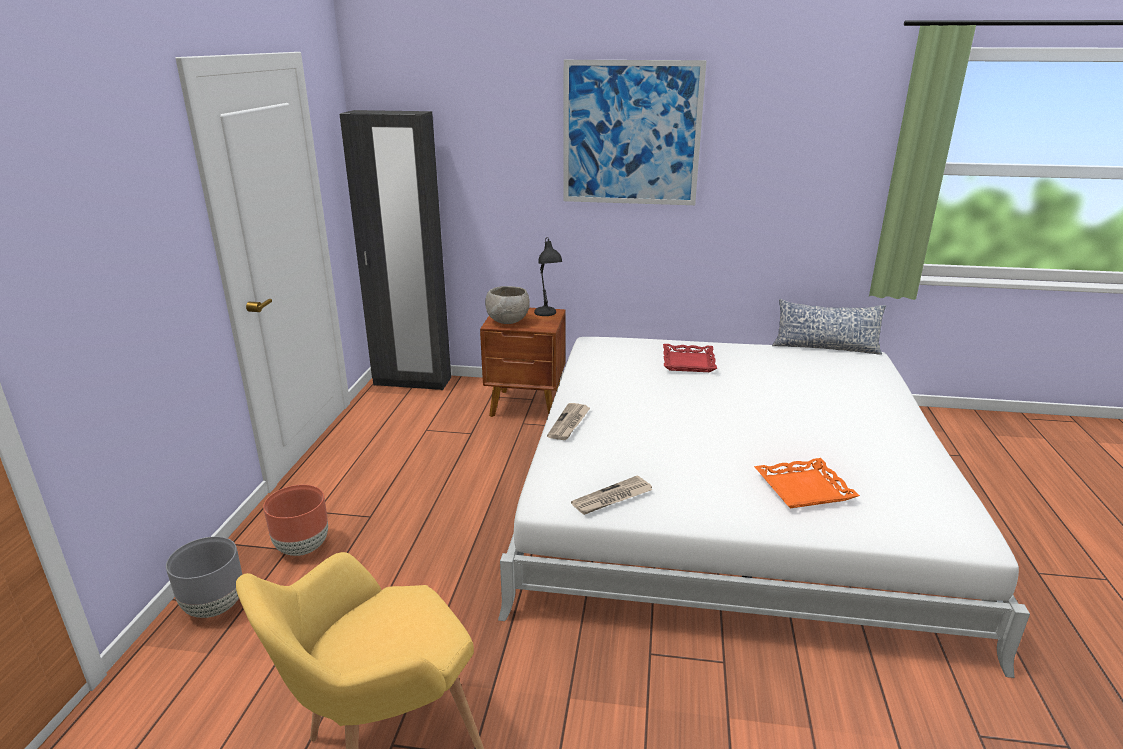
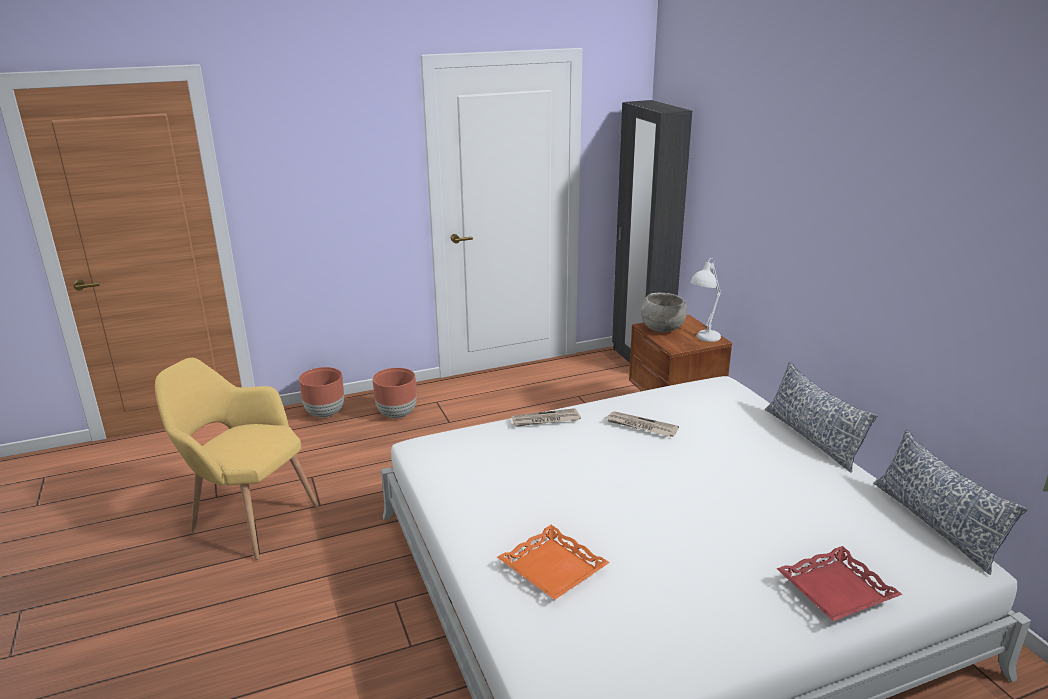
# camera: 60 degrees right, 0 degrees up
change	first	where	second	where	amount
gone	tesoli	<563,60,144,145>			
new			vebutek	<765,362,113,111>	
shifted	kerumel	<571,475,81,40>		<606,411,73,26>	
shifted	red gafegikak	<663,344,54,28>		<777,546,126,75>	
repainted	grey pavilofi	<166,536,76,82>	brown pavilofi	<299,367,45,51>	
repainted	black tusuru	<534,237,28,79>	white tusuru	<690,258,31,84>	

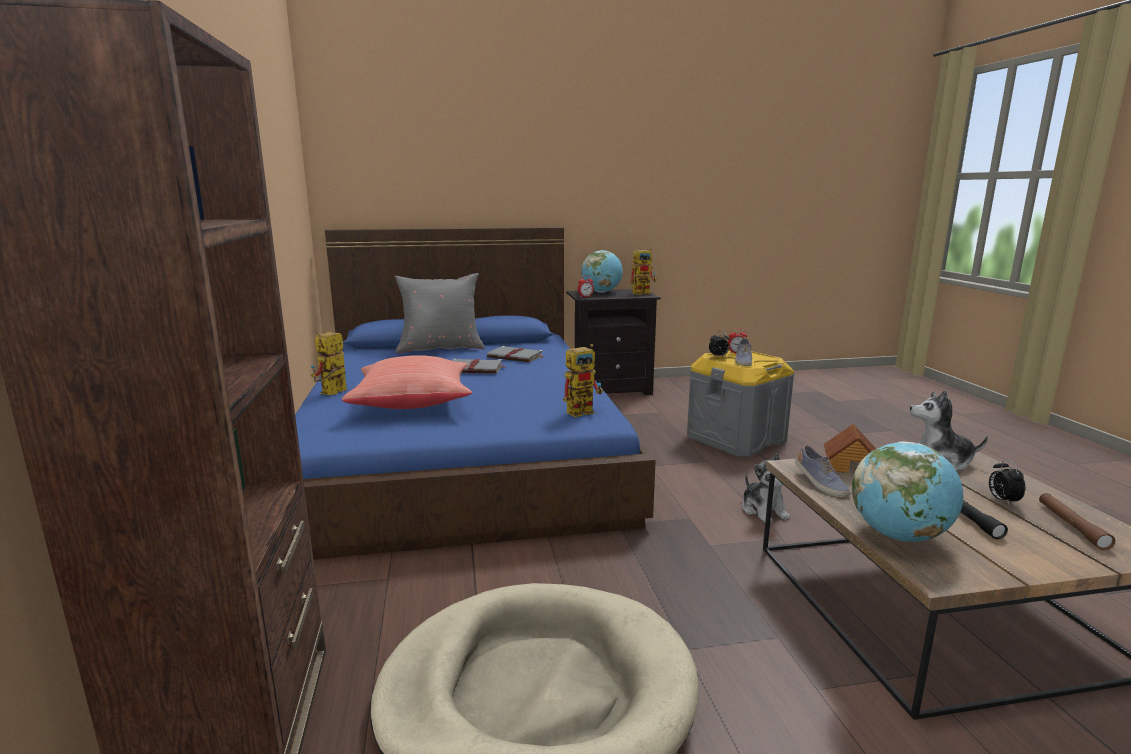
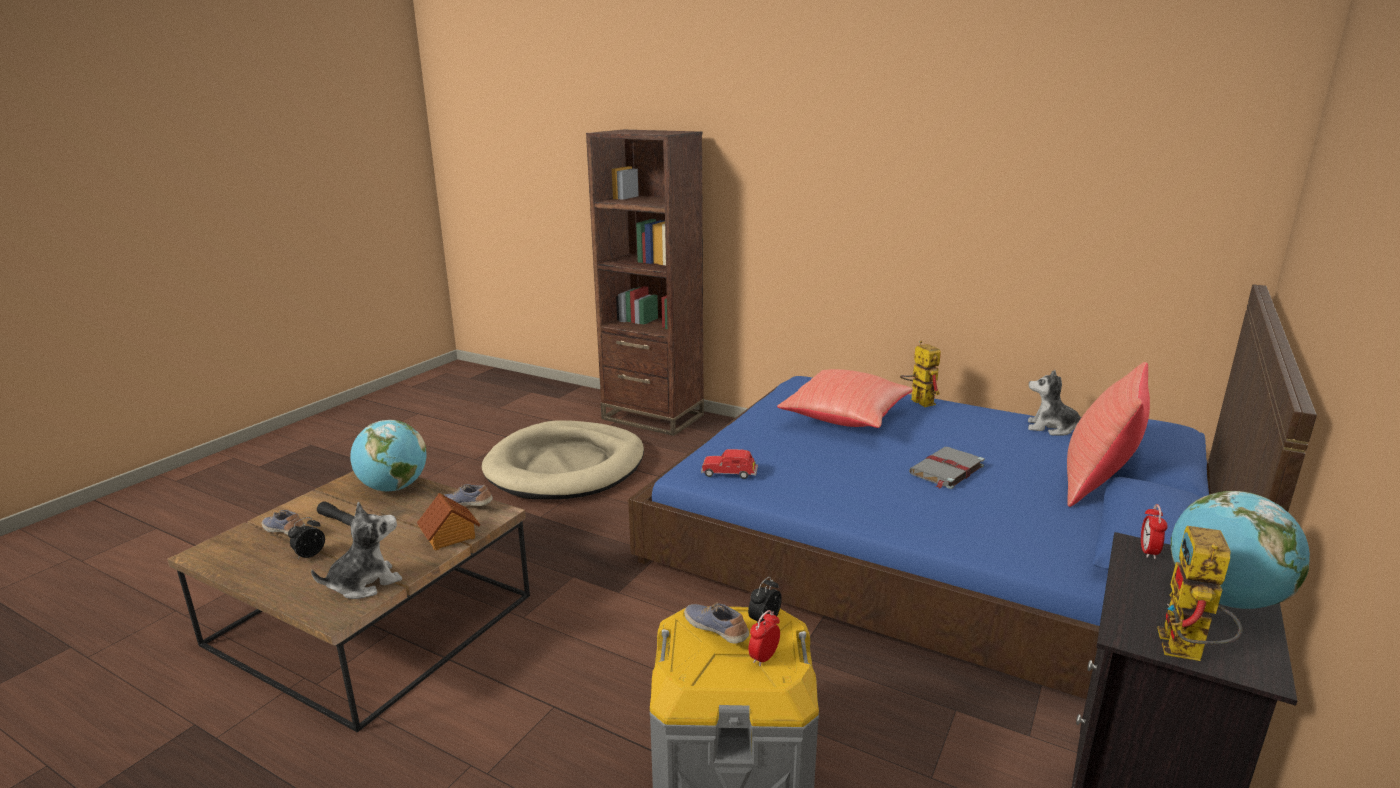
# camera: 130 degrees right, 5 degrees up
change	first	where	second	where	amount
gone	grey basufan	<487,346,57,16>			
gone	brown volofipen	<1039,493,76,57>			
new			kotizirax	<261,510,44,25>	
shifted	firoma	<742,453,48,70>		<1028,370,54,66>	
swapped	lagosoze	<563,344,40,73>	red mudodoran	<701,449,57,30>	
repainted	grey vebutek	<395,273,90,80>	red vebutek	<1067,362,83,145>	
rotated	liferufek	<989,459,36,47>		<288,517,37,42>	90 degrees counterclockwise

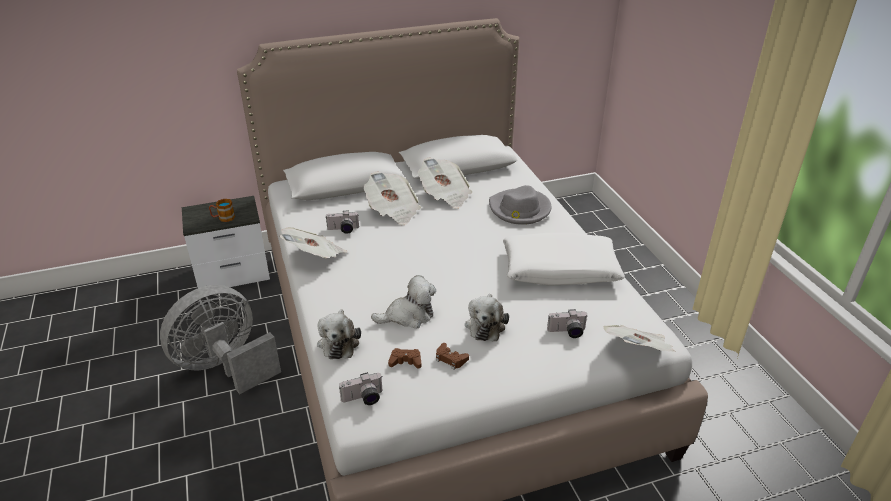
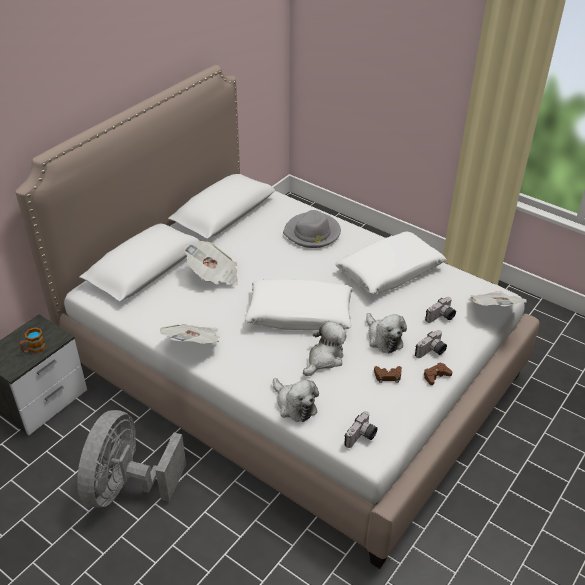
# camera: 35 degrees left, 5 degrees up
change	first	where	second	where	amount
gone	kerumel	<418,157,54,52>			
new			white vebutek	<245,279,108,51>	
shifted	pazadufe	<325,210,34,24>		<415,330,32,28>	
shifted	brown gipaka	<388,348,34,20>		<424,363,28,22>	

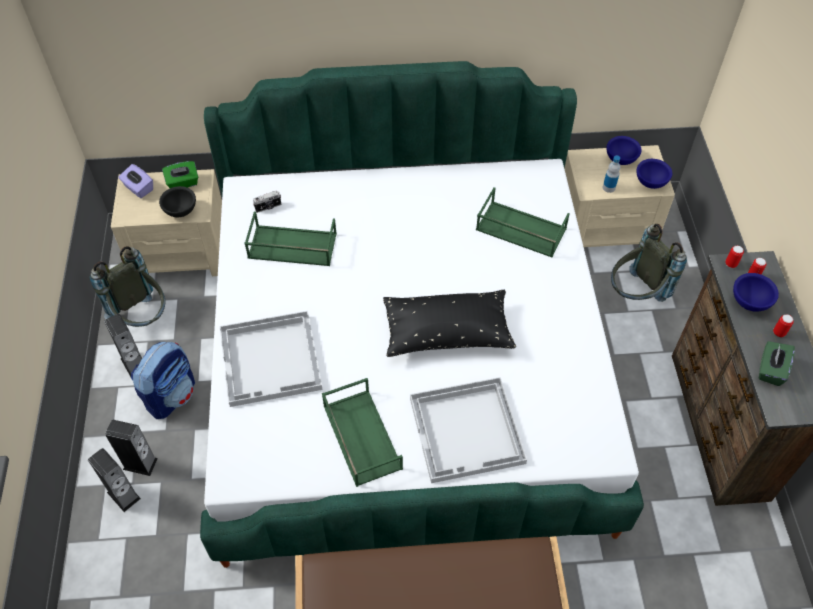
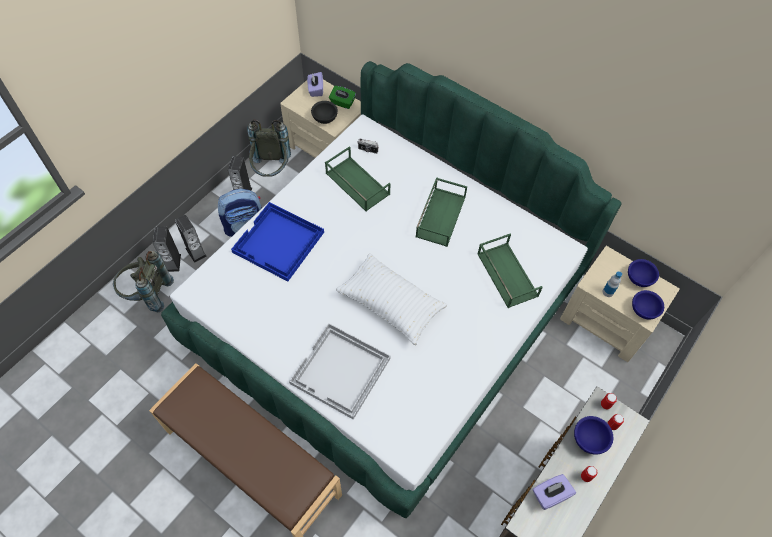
# camera: 40 degrees right, 5 degrees up
change	first	where	second	where	amount
shifted	green gafegikak	<322,378,81,109>		<416,177,51,70>	
shifted	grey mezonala	<611,224,76,78>		<113,251,61,61>	
repainted	white gafegikak	<220,311,103,96>	blue gafegikak	<231,202,93,79>	
repainted	black vebutek	<383,290,133,67>	white vebutek	<336,253,111,92>	
repainted	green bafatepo	<759,341,36,45>	purple bafatepo	<533,474,43,36>	

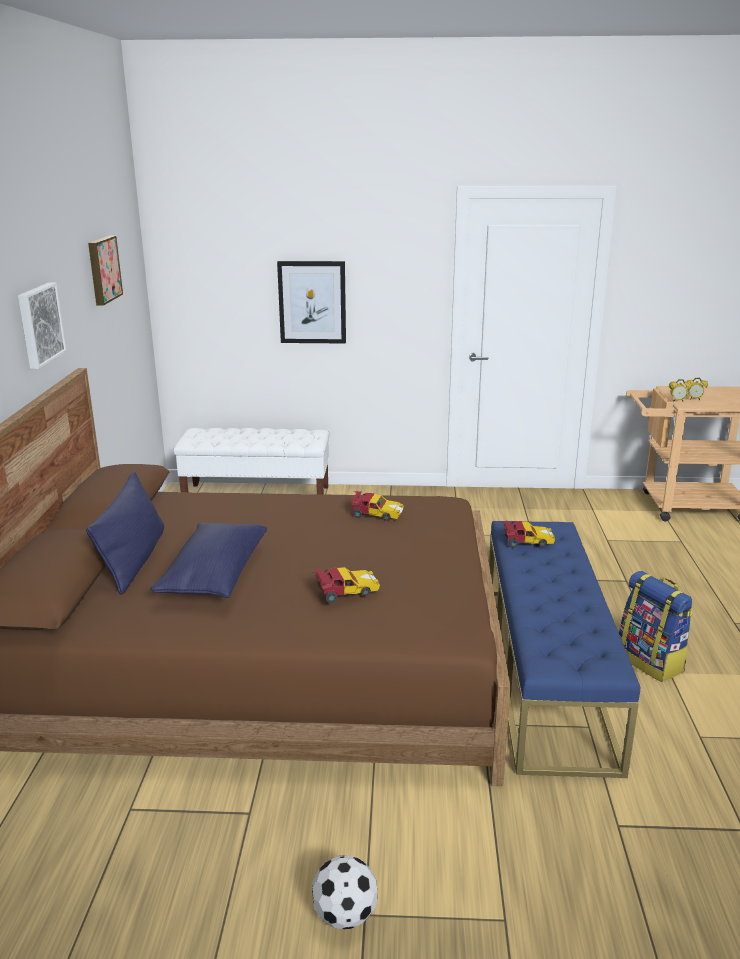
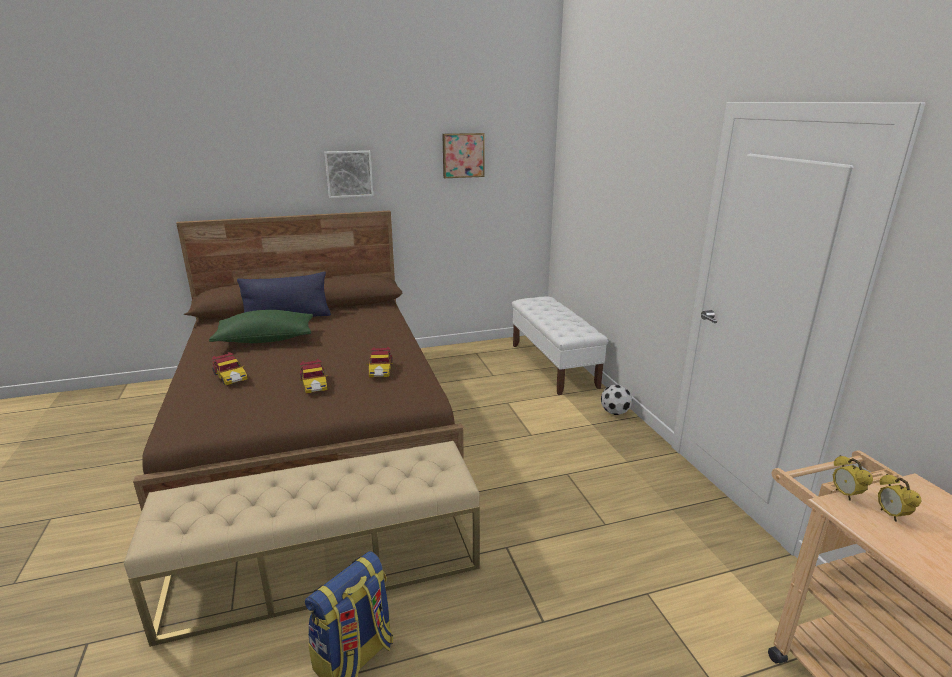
# camera: 70 degrees right, 0 degrees up
change	first	where	second	where	amount
gone	tesoli	<277,261,69,83>			
shifted	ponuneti	<312,855,66,75>		<601,384,31,31>	
shifted	mudodoran	<502,521,53,27>		<300,359,28,35>	
repainted	blue vebutek	<150,523,117,75>	green vebutek	<209,310,104,33>	
repainted	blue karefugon	<489,521,151,257>	beige karefugon	<124,441,356,206>	

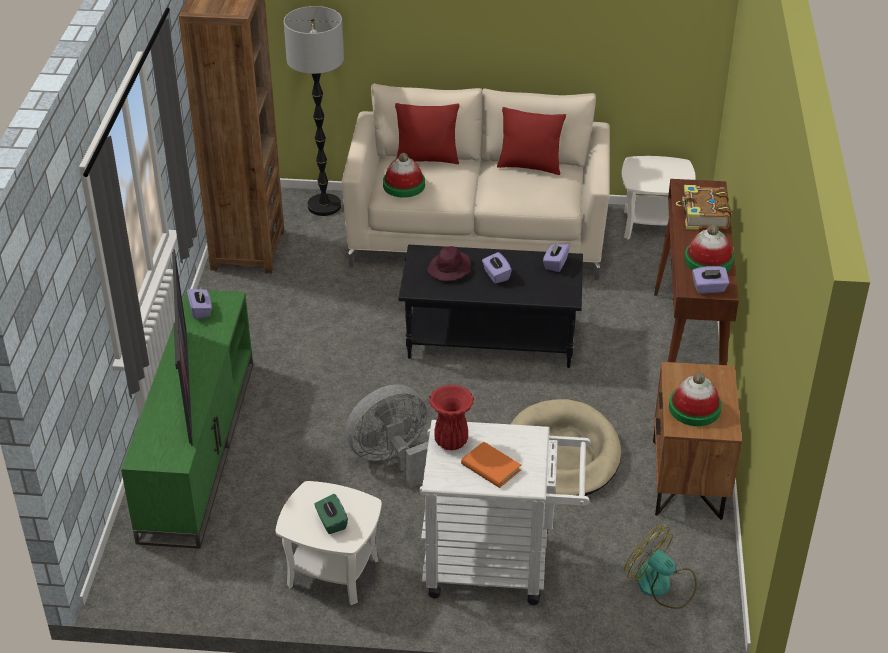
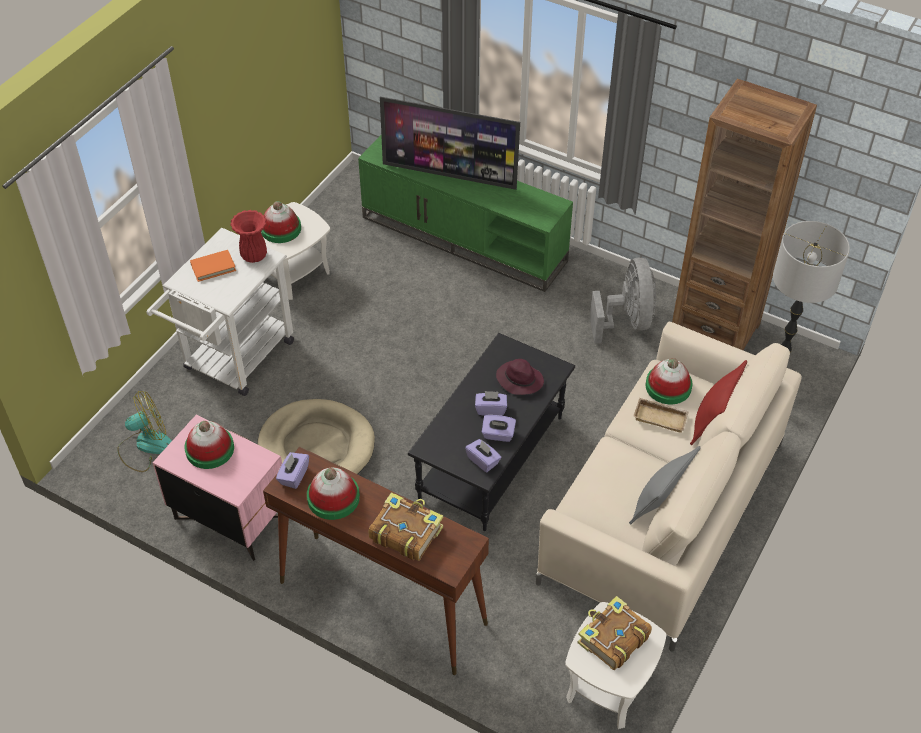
# camera: 115 degrees right, 10 degrees up
change	first	where	second	where	amount
new			basufan	<577,596,75,74>	
new			beige gafegikak	<633,398,56,35>	
shifted	purple bafatepo	<187,288,25,31>		<482,415,34,27>	
shifted	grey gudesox	<345,384,84,104>		<590,258,66,85>	
swapped	green bafatepo	<314,494,34,40>	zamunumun	<261,201,40,42>	
repainted	red vebutek	<497,107,69,68>	grey vebutek	<629,446,72,78>	
repainted	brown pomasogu	<653,362,89,158>	pink pomasogu	<153,415,129,146>	

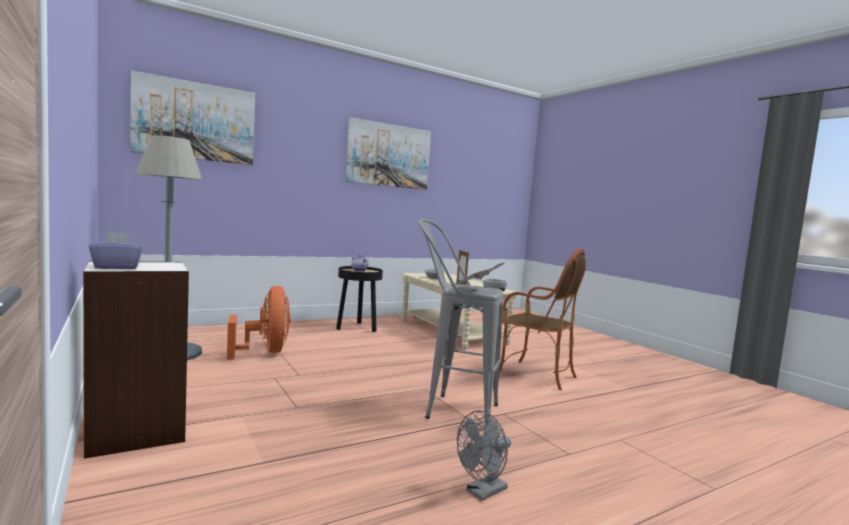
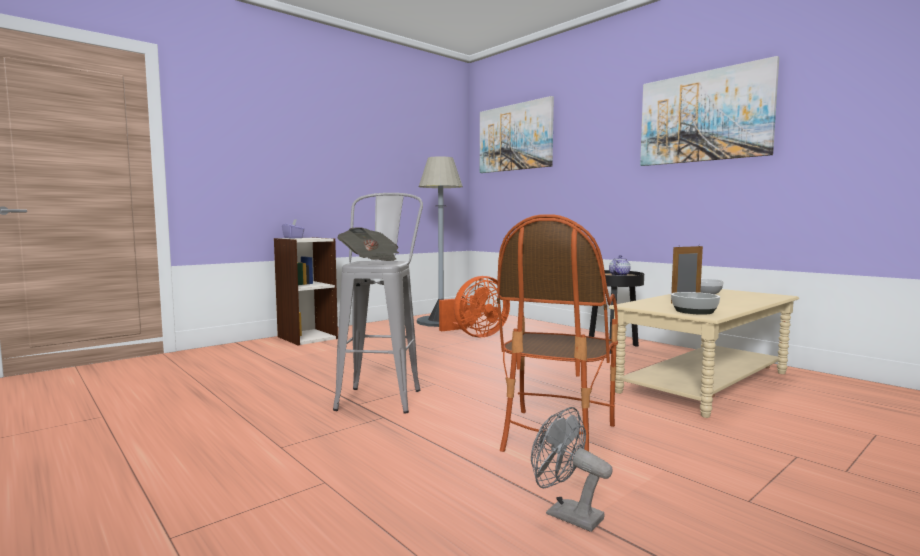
# camera: 80 degrees right, 0 degrees up
change	first	where	second	where	amount
shifted	grey gudesox	<457,411,54,90>		<531,407,82,125>	

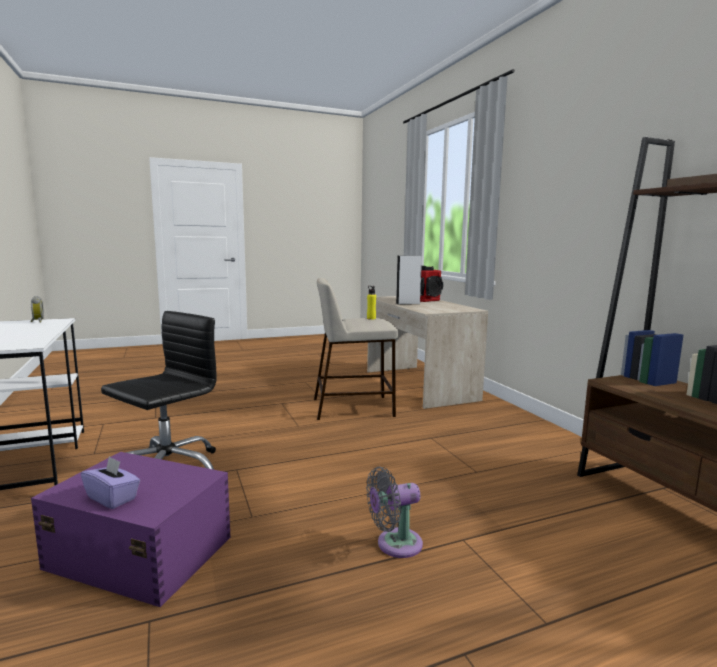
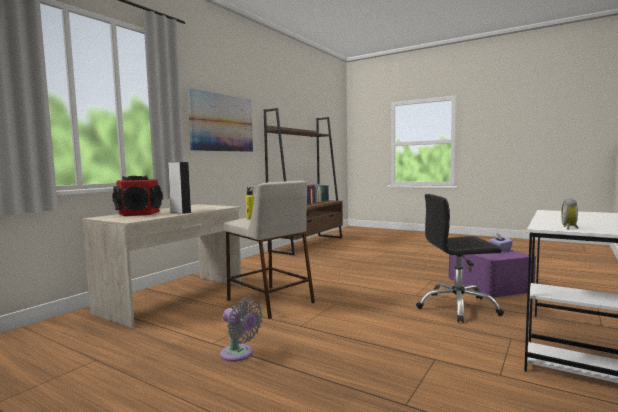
# camera: 125 degrees left, 5 degrees down
change	first	where	second	where	amount
new			tesoli	<187,88,66,64>	
shifted	grey gudesox	<366,467,57,91>		<220,297,43,65>	

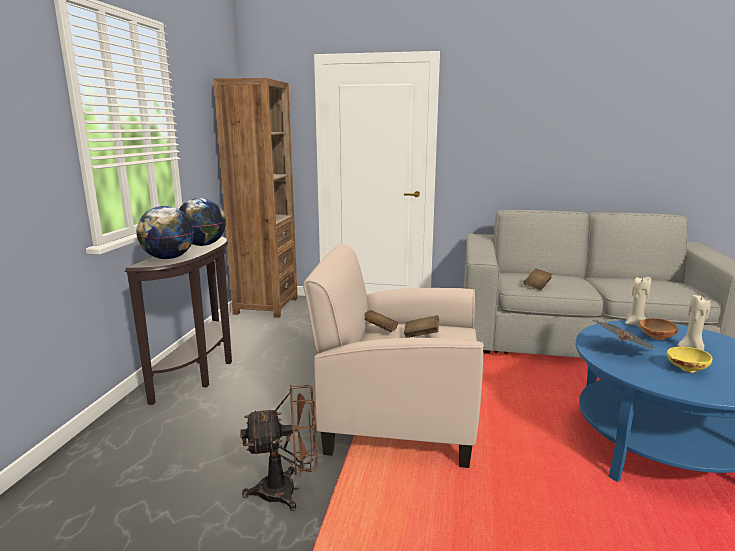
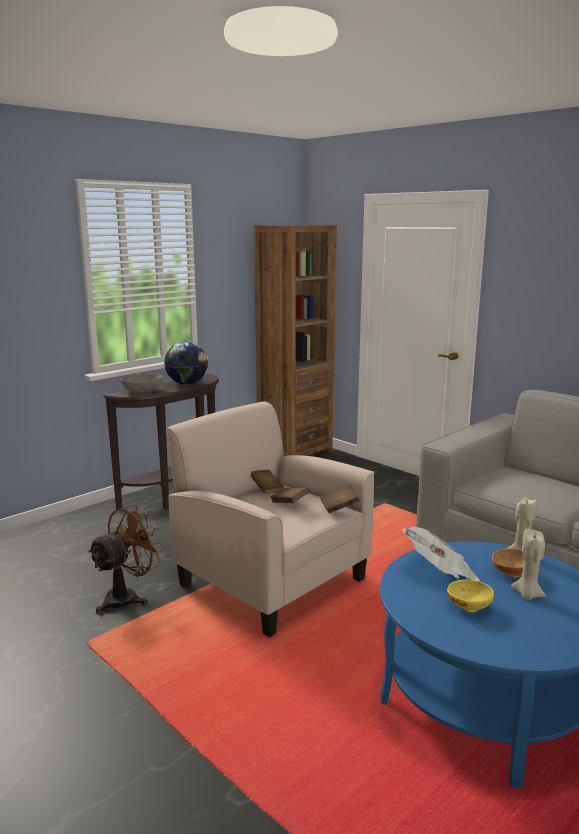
# camera: 35 degrees right, 0 degrees up
change	first	where	second	where	amount
shifted	brown basufan	<523,268,30,22>		<320,485,40,28>	
swapped	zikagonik	<136,206,58,53>	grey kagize	<120,373,43,20>	
rotated	brown gudesox	<240,385,78,126>		<88,504,76,110>	75 degrees counterclockwise

